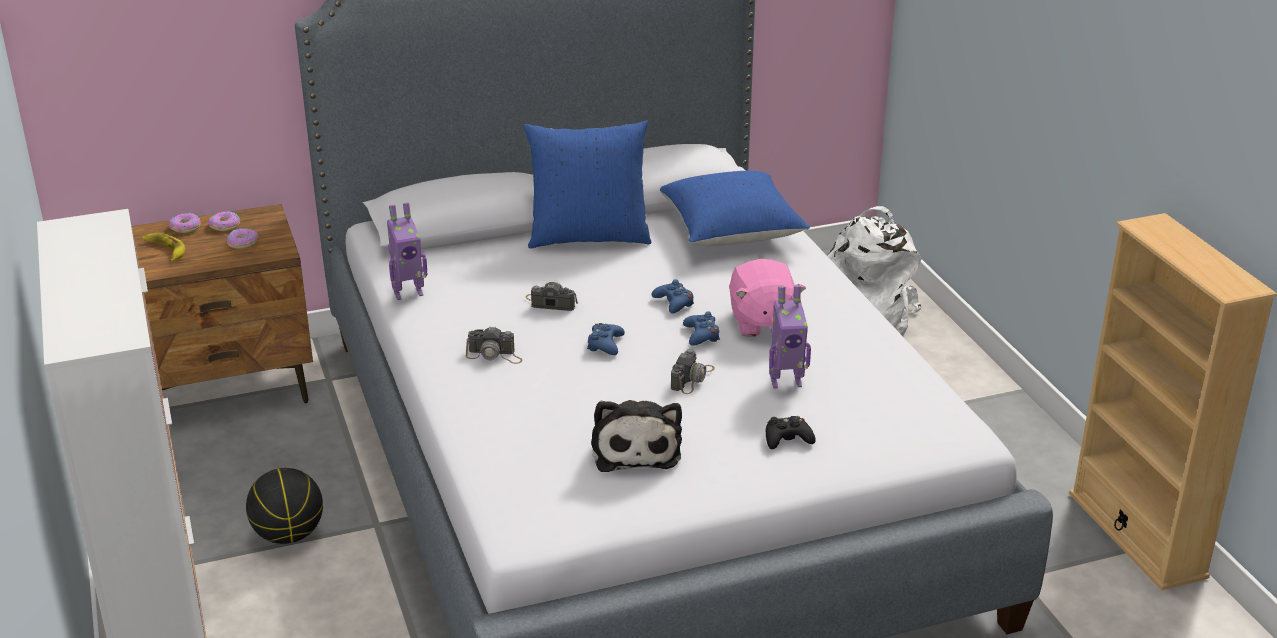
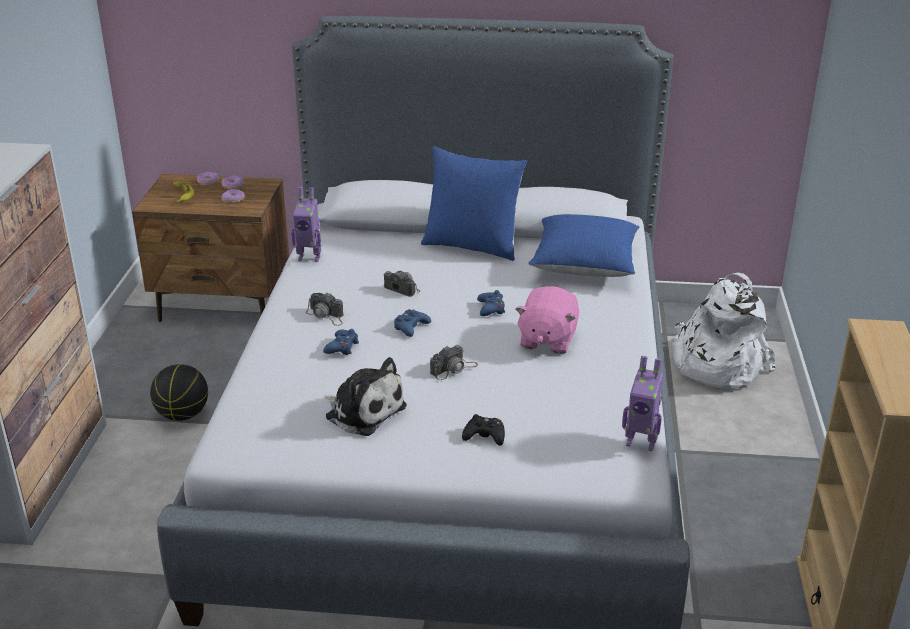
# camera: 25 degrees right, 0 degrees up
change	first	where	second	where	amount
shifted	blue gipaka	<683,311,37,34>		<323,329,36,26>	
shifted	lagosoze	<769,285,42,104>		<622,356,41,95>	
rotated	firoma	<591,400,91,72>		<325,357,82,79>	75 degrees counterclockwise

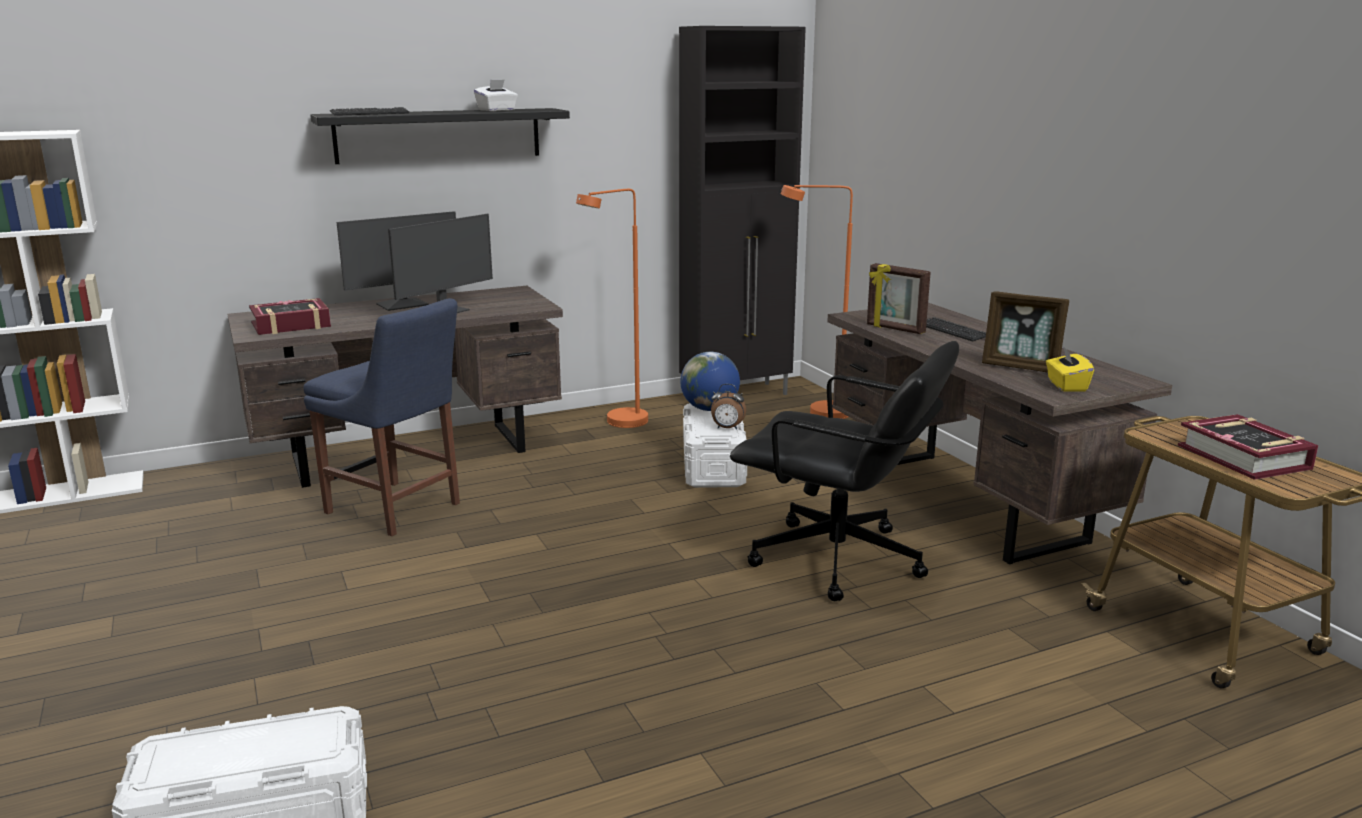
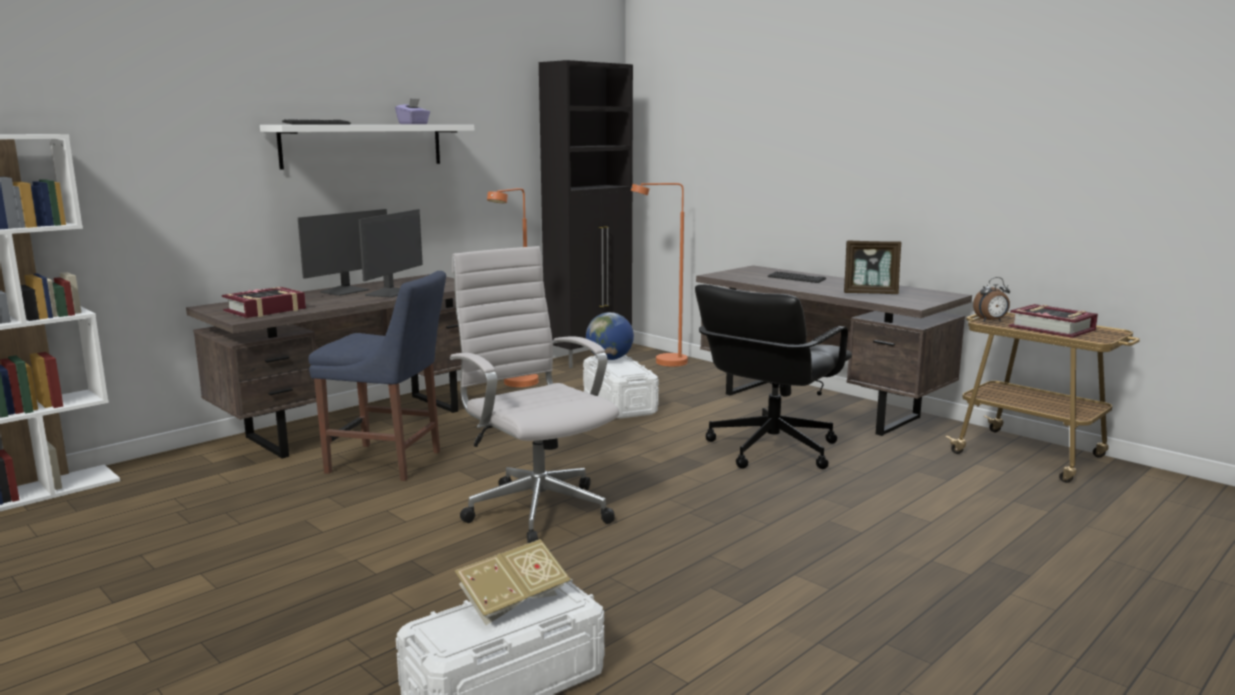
# camera: 20 degrees left, 5 degrees down
change	first	where	second	where	amount
gone	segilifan	<867,263,64,71>			
gone	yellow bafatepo	<1046,346,48,46>			
new			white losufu	<450,246,169,297>	
new			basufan	<455,539,116,86>	
shifted	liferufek	<711,384,35,46>		<973,277,37,44>	
repainted	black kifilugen	<310,108,260,56>	white kifilugen	<260,125,214,45>	
repainted	white bafatepo	<474,80,44,31>	purple bafatepo	<395,98,35,26>	
rotated	black losufu	<730,341,229,260>		<695,284,157,185>	120 degrees clockwise

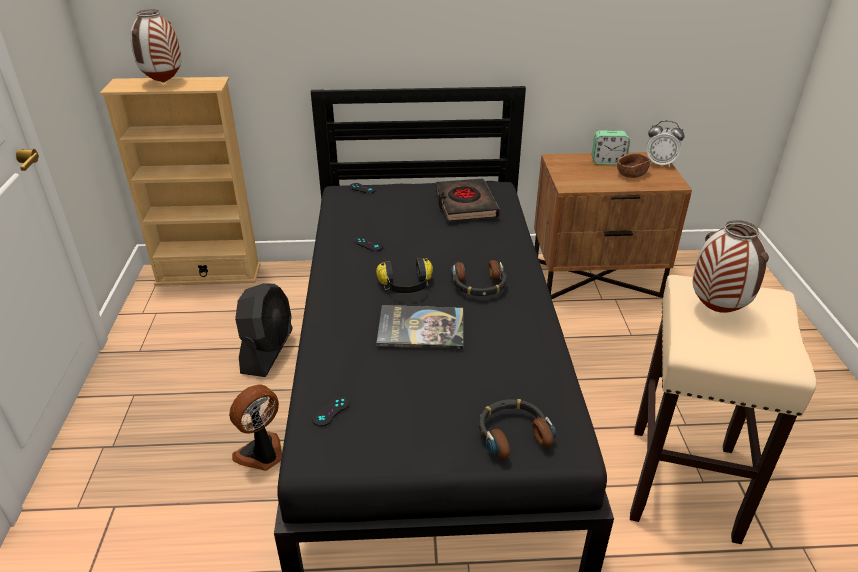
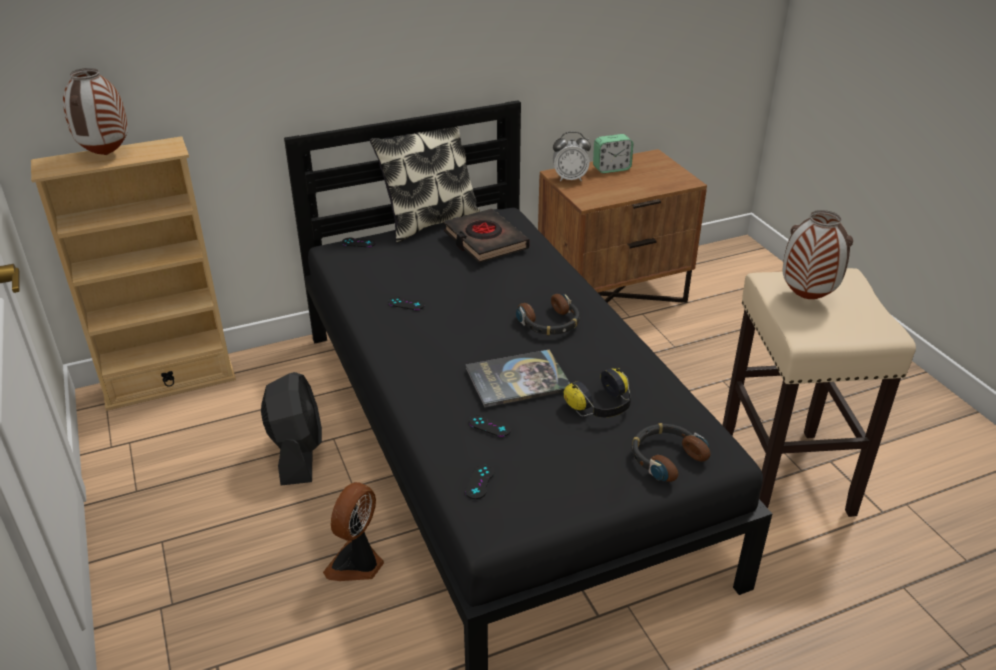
# camera: 20 degrees left, 0 degrees up
change	first	where	second	where	amount
gone	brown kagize	<617,153,34,25>			
new			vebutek	<370,126,110,117>	
new			black gipaka	<469,415,42,22>	
shifted	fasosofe	<376,257,57,37>		<563,367,68,50>	
shifted	liferufek	<646,120,39,48>		<553,132,38,50>	

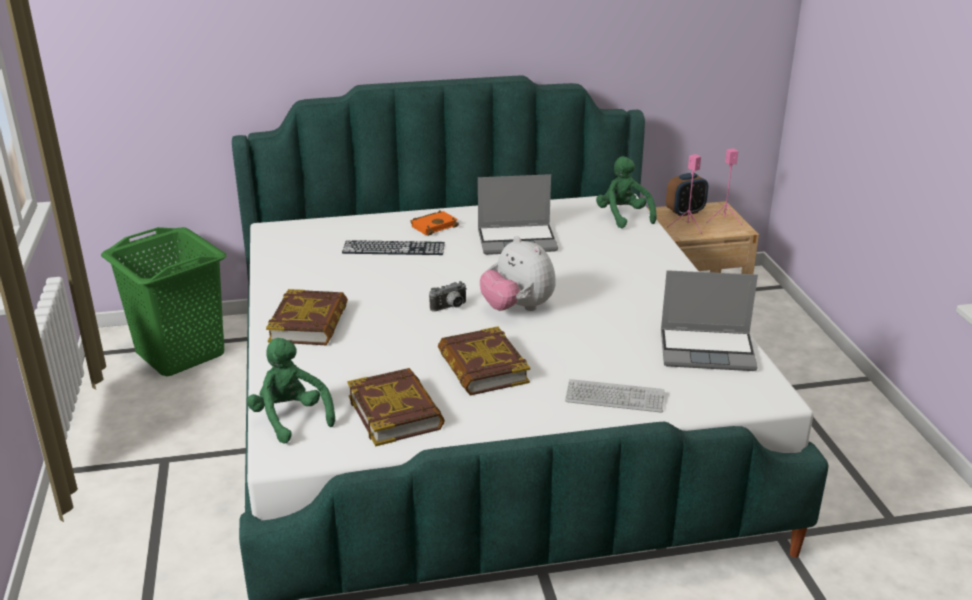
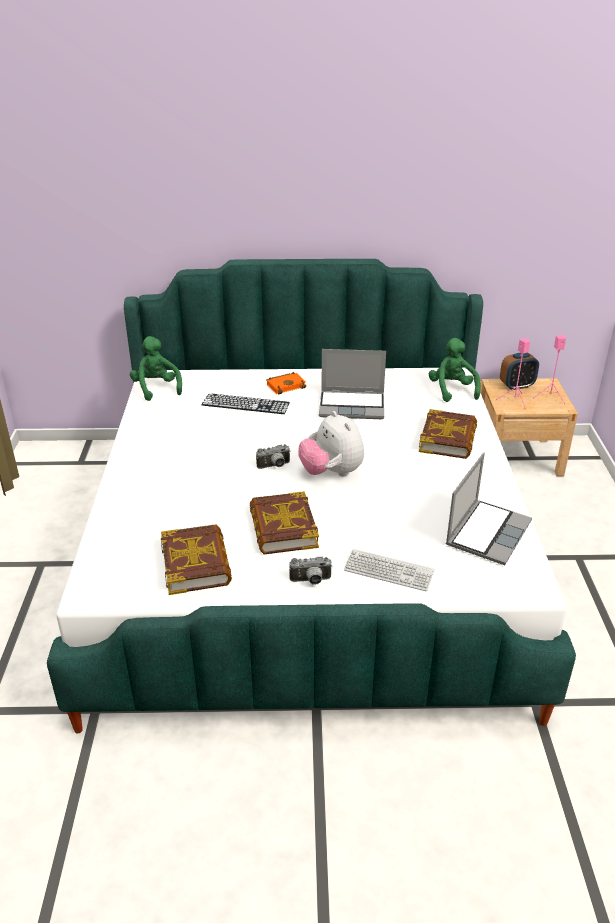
# camera: 10 degrees right, 5 degrees up
change	first	where	second	where	amount
gone	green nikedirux	<101,227,125,149>			
new			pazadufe	<289,557,43,28>	
shifted	green firoma	<247,338,88,106>		<130,336,52,65>	
shifted	basufan	<266,289,82,56>		<419,409,58,50>	
rotated	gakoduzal	<661,270,97,101>		<446,453,86,112>	75 degrees counterclockwise

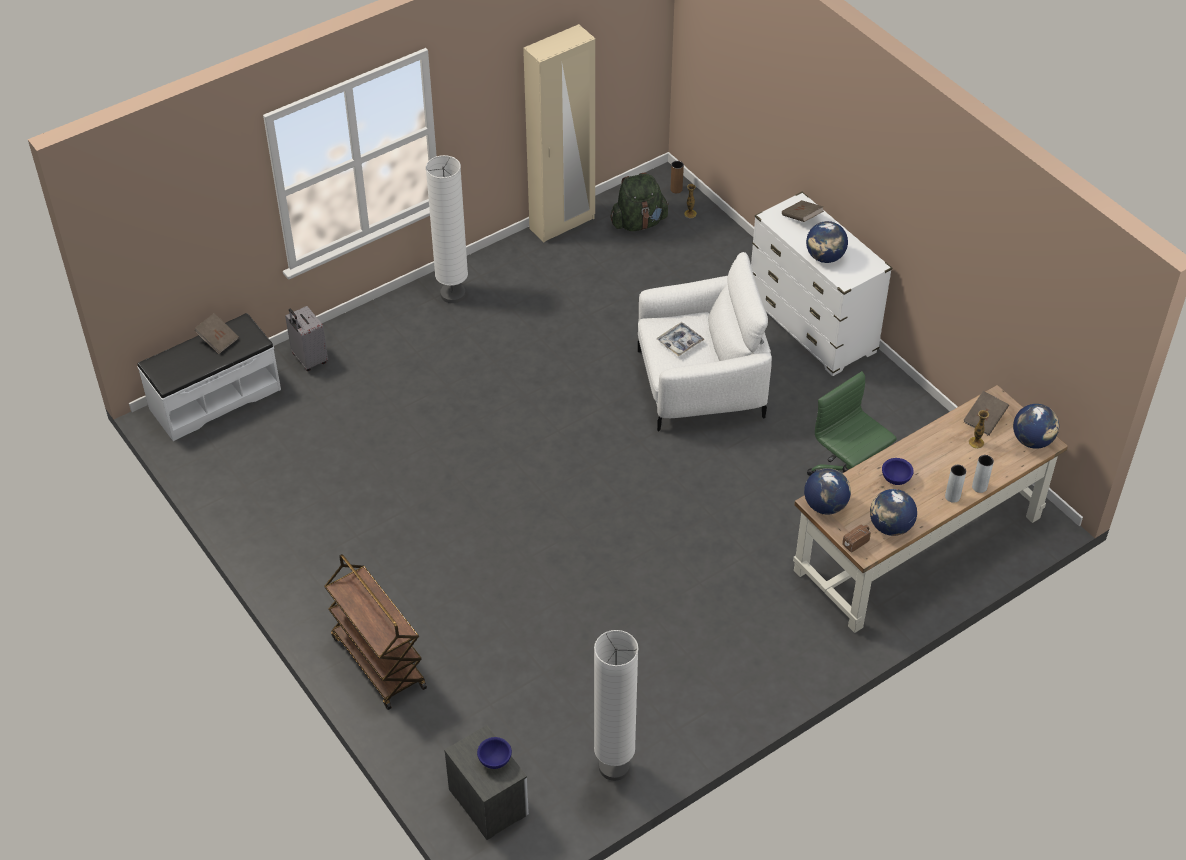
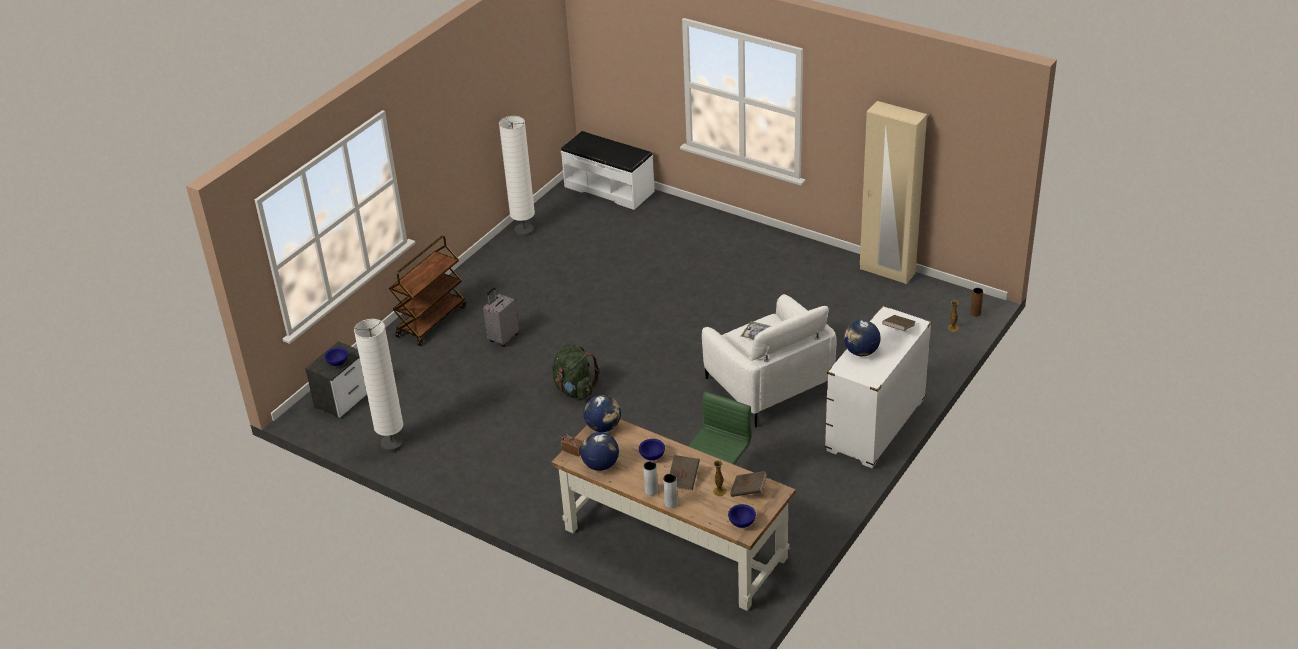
# camera: 70 degrees right, 10 degrees down
change	first	where	second	where	amount
shifted	brown basufan	<194,313,45,41>		<670,455,30,35>	
shifted	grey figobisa	<285,306,43,65>		<483,287,36,60>	
shifted	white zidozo	<426,155,42,148>		<499,116,36,121>	
shifted	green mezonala	<610,172,59,59>		<552,344,47,56>	
swapped	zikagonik	<1013,404,46,45>	blue kagize	<728,504,28,24>	

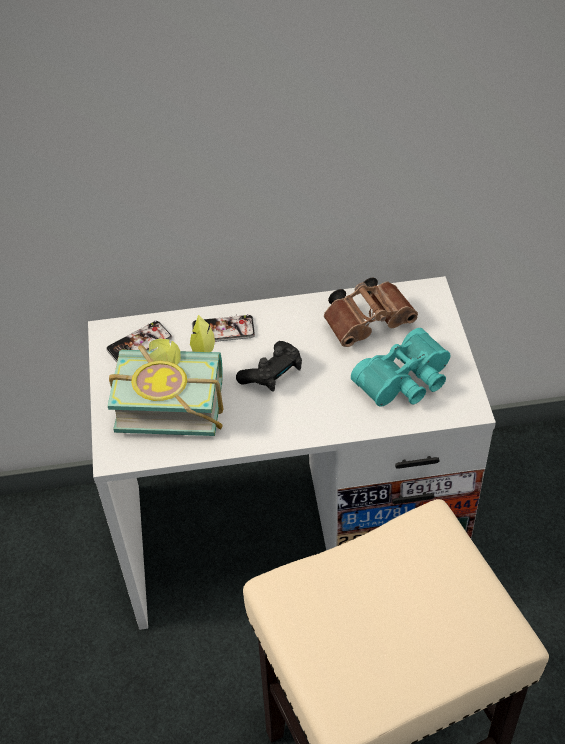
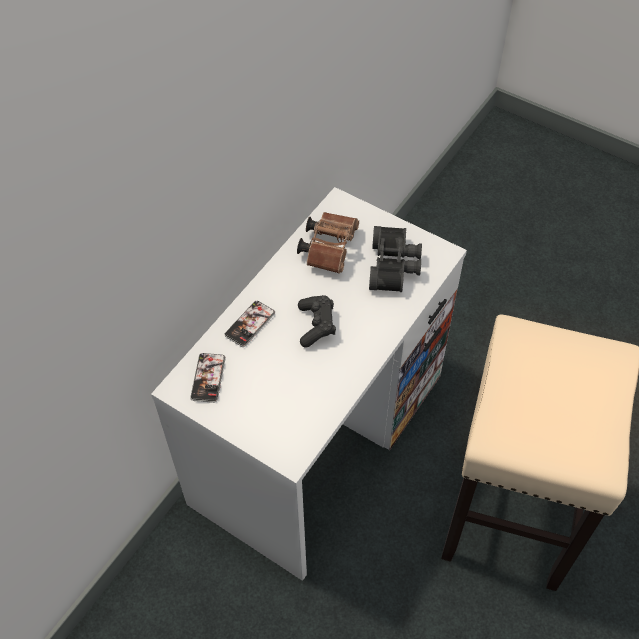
# camera: 50 degrees left, 5 degrees up
change	first	where	second	where	amount
gone	basufan	<108,315,115,121>			
repainted	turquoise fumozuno	<351,328,99,79>	black fumozuno	<369,226,53,66>	

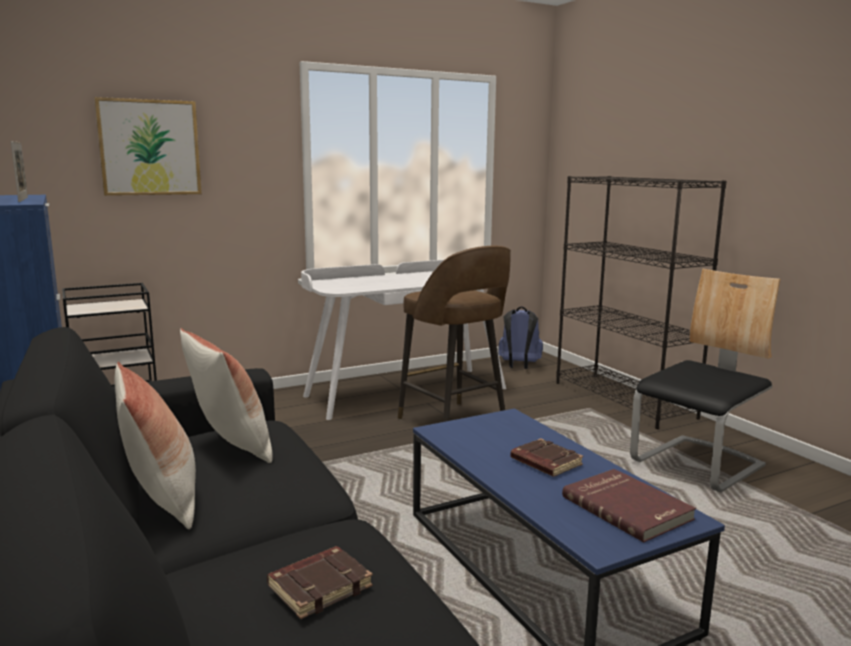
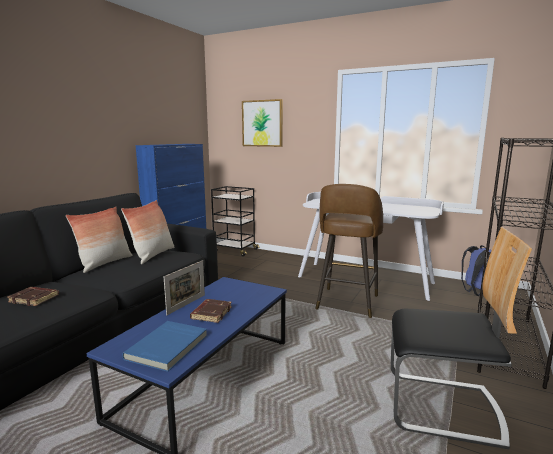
# camera: 55 degrees right, 0 degrees up
change	first	where	second	where	amount
shifted	segilifan	<10,141,18,61>		<164,260,41,55>	
repainted	red basufan	<562,469,134,73>	blue basufan	<122,321,85,51>	

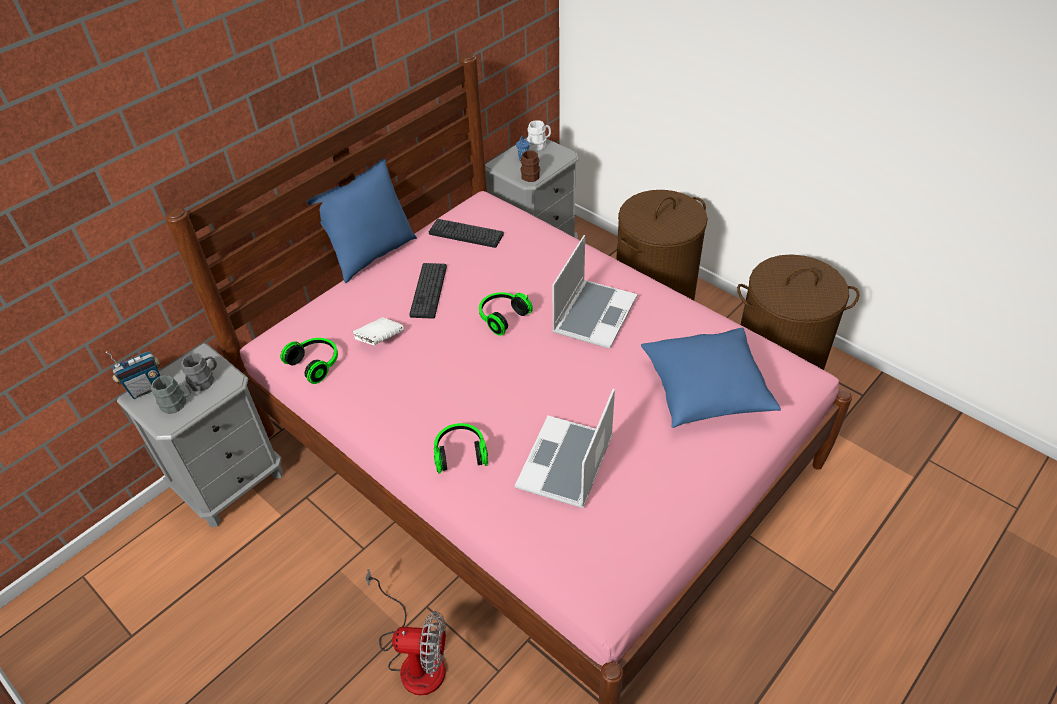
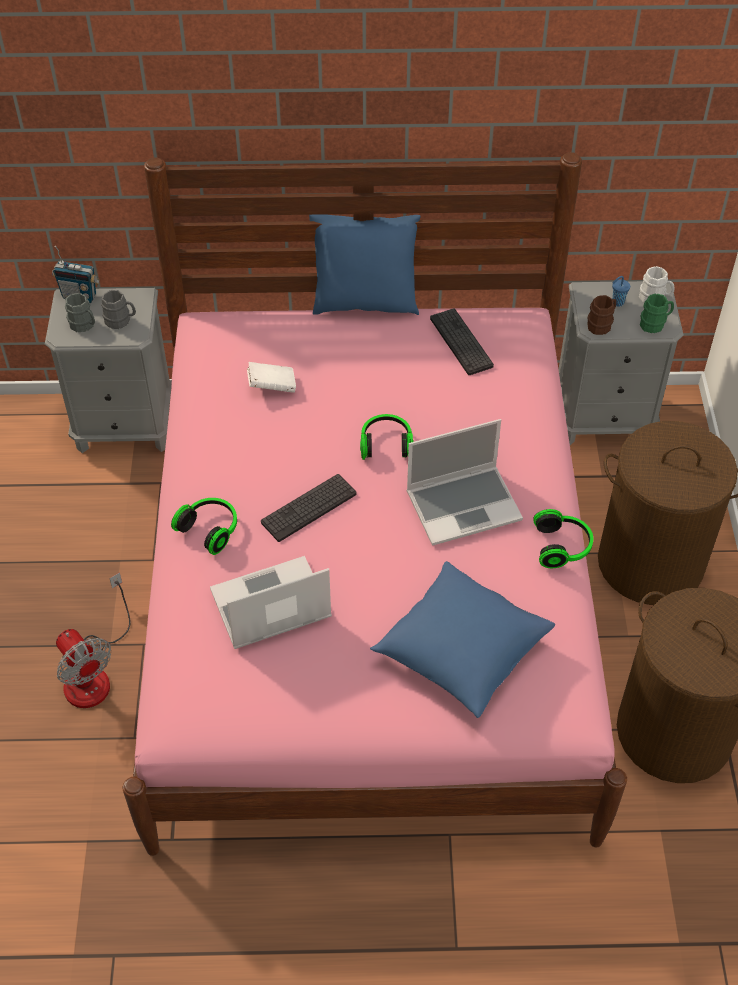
# camera: 45 degrees right, 5 degrees up
change	first	where	second	where	amount
new			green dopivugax	<640,293,34,40>	
shifted	fasosofe	<281,338,57,46>		<533,509,60,59>	
shifted	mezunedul	<409,263,38,56>		<261,474,96,68>	

